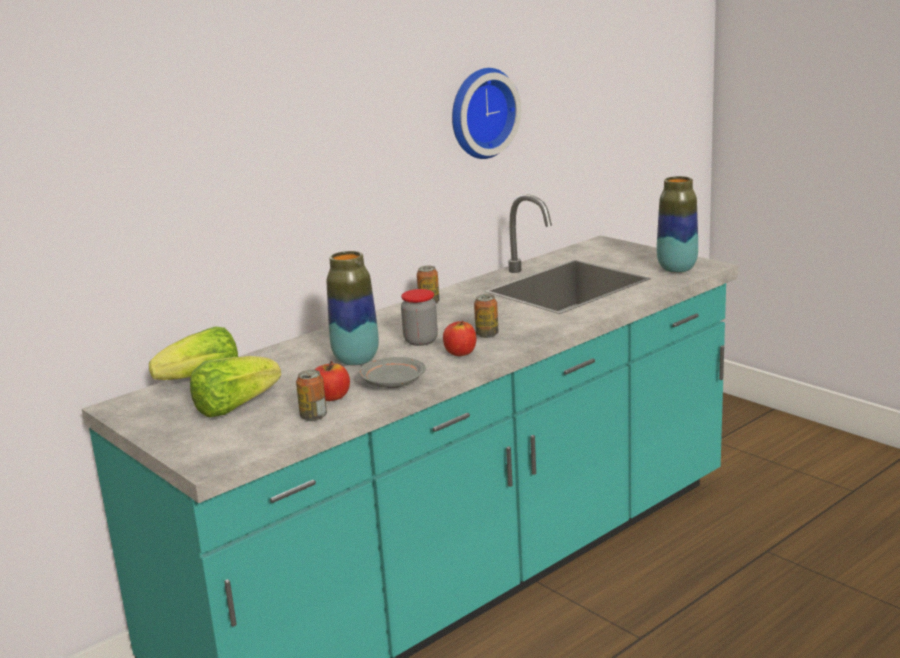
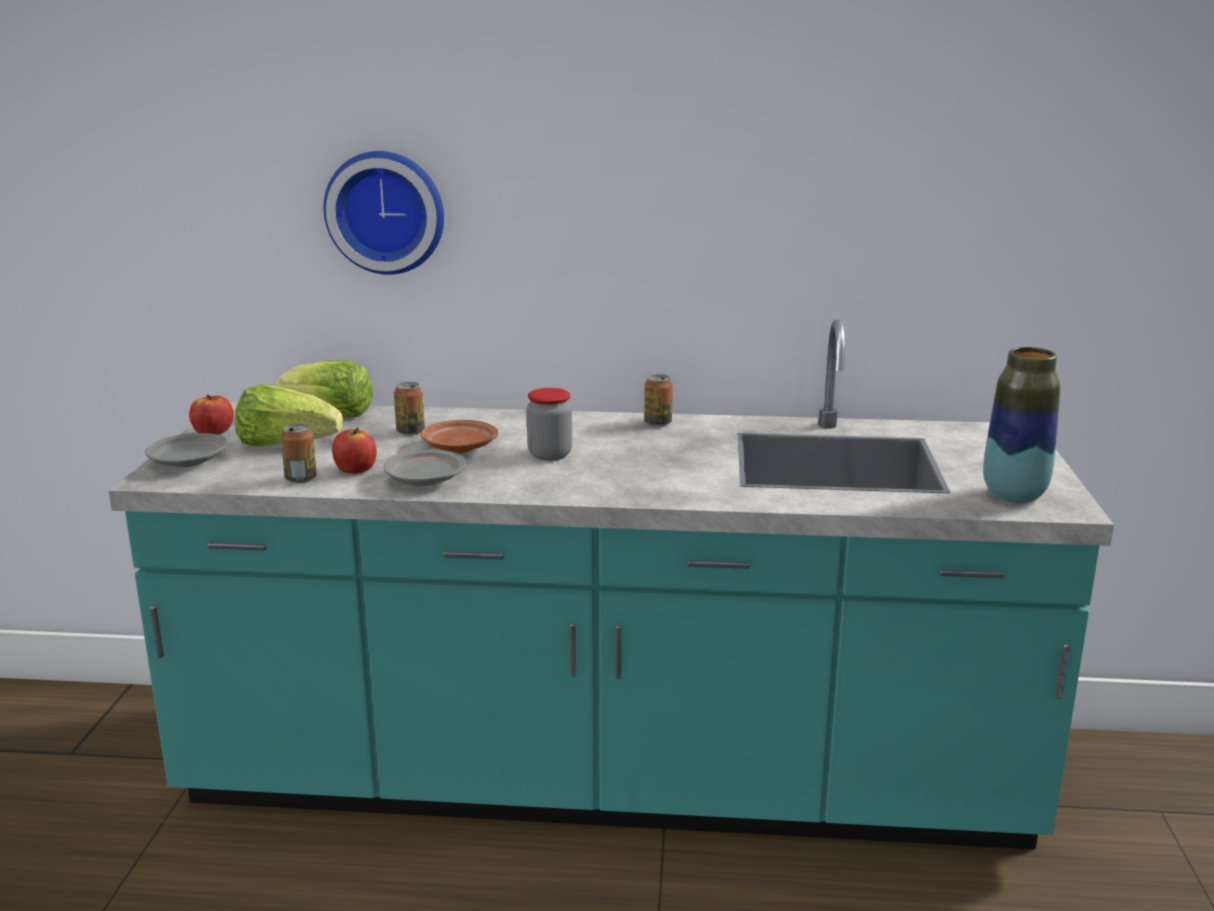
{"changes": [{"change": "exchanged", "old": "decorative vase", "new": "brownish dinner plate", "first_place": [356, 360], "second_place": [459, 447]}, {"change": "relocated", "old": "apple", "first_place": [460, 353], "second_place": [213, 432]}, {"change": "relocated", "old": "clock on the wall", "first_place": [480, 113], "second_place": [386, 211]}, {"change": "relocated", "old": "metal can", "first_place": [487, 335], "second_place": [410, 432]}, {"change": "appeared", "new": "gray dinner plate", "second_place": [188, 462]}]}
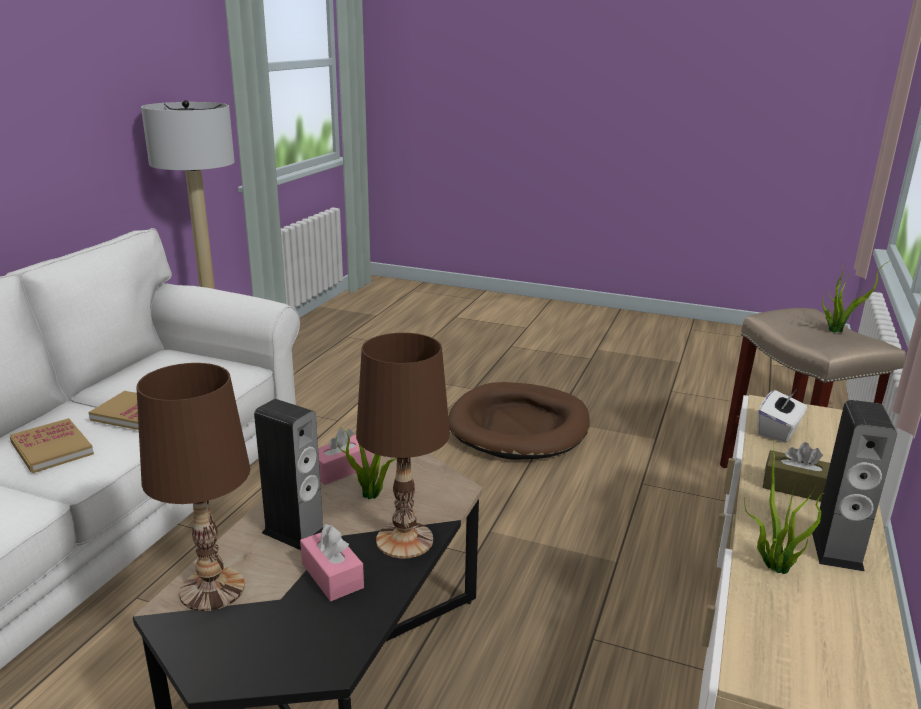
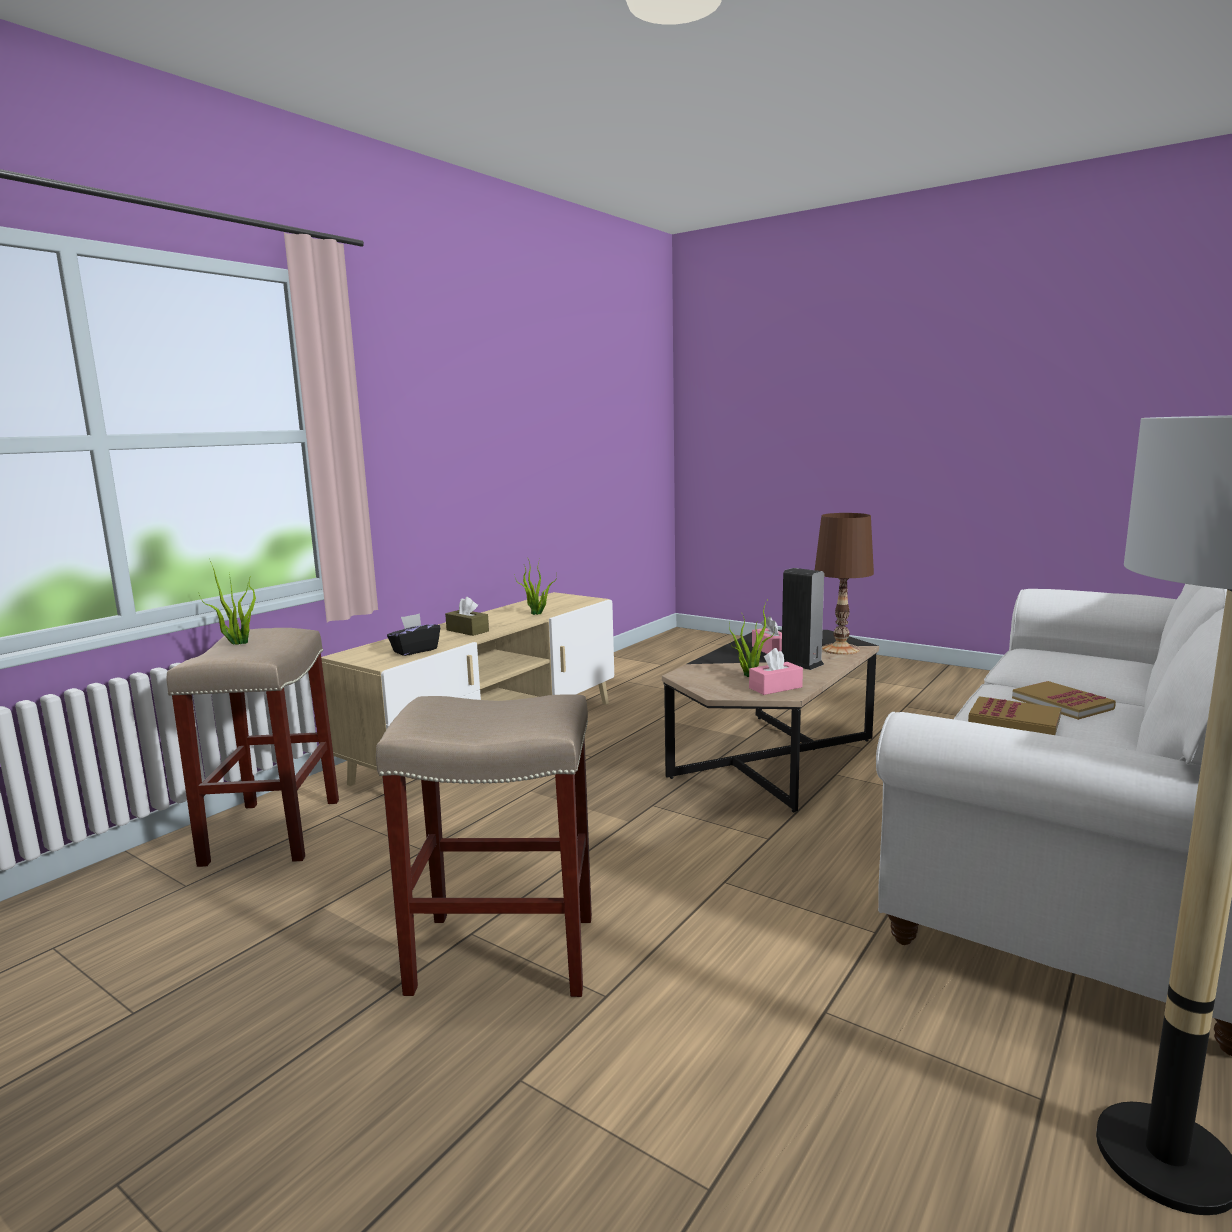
{"changes": [{"change": "missing", "old": "brownish lamp for a table", "first_place": [405, 540]}, {"change": "exchanged", "old": "brownish pet bed", "new": "beige stool seat", "first_place": [519, 426], "second_place": [500, 954]}, {"change": "colour", "old": "whitish box of tissues", "new": "black box of tissues", "first_place": [778, 431], "second_place": [415, 650]}, {"change": "missing", "old": "speaker", "first_place": [836, 549]}]}
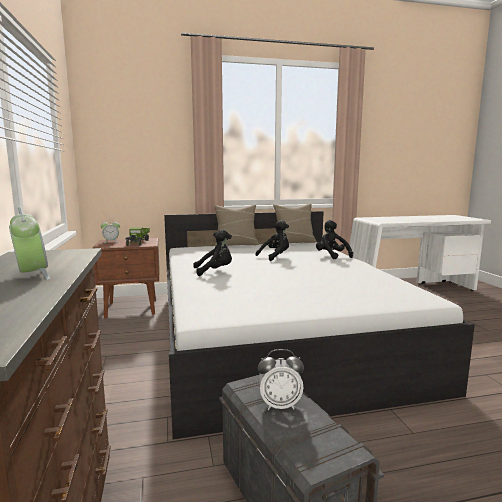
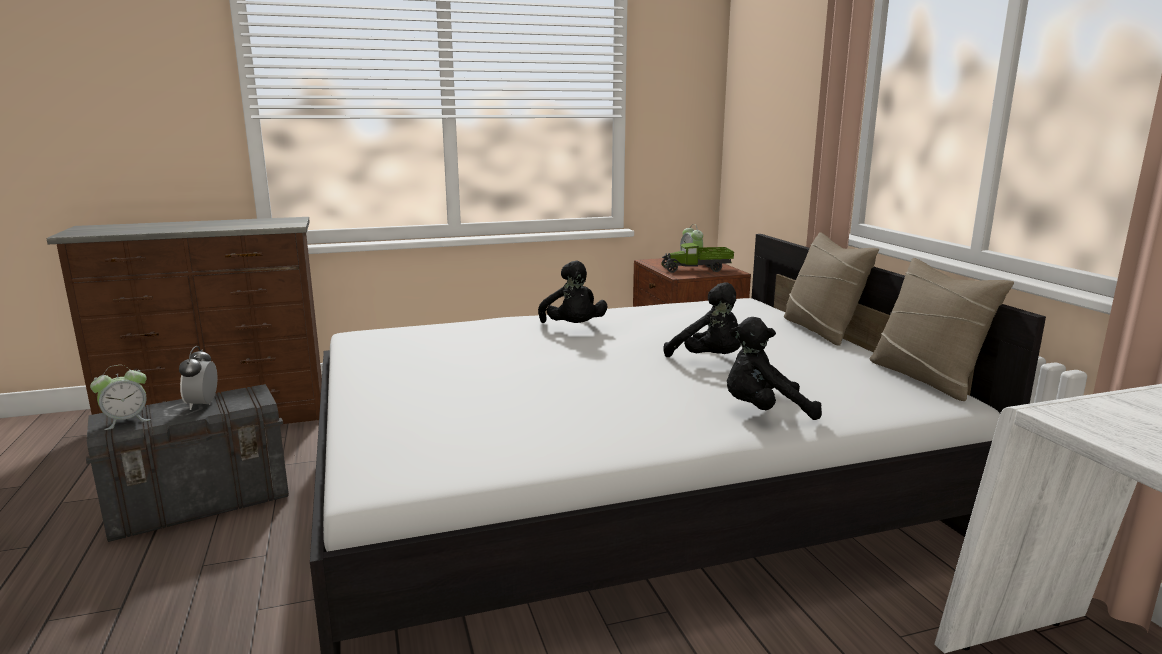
{"changes": [{"change": "relocated", "old": "alarm clock", "first_place": [32, 276], "second_place": [126, 421]}, {"change": "spun", "old": "black soft toy", "first_place": [331, 256], "second_place": [764, 412], "degrees": -150}]}
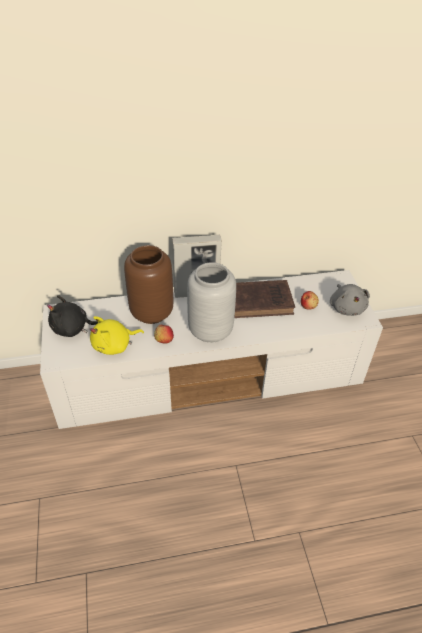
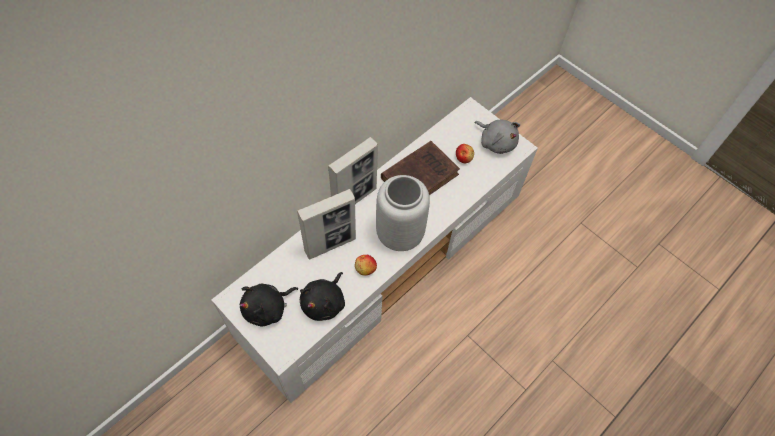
{"changes": [{"change": "colour", "old": "yellow soft toy", "new": "black soft toy", "first_place": [114, 345], "second_place": [324, 302]}, {"change": "exchanged", "old": "brownish decorative vase", "new": "photo frame", "first_place": [152, 312], "second_place": [330, 244]}]}
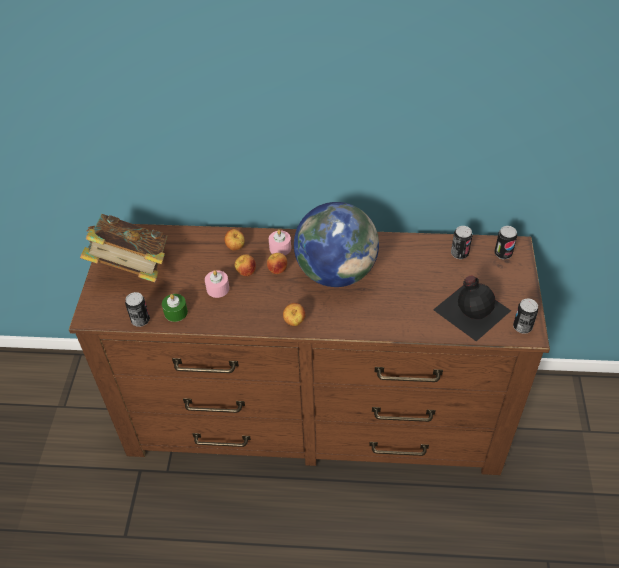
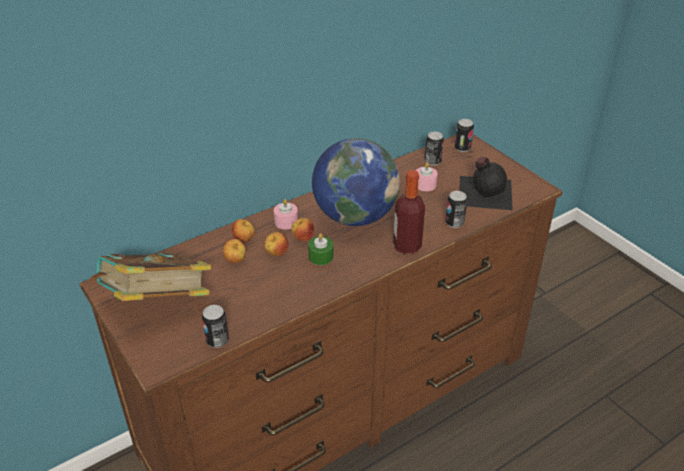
{"changes": [{"change": "relocated", "old": "green wax light", "first_place": [176, 312], "second_place": [321, 257]}, {"change": "relocated", "old": "pink-coloured wax light", "first_place": [217, 288], "second_place": [425, 184]}, {"change": "relocated", "old": "apple", "first_place": [294, 322], "second_place": [235, 261]}, {"change": "relocated", "old": "metal can", "first_place": [522, 327], "second_place": [454, 223]}, {"change": "appeared", "new": "beverage bottle", "second_place": [407, 246]}]}
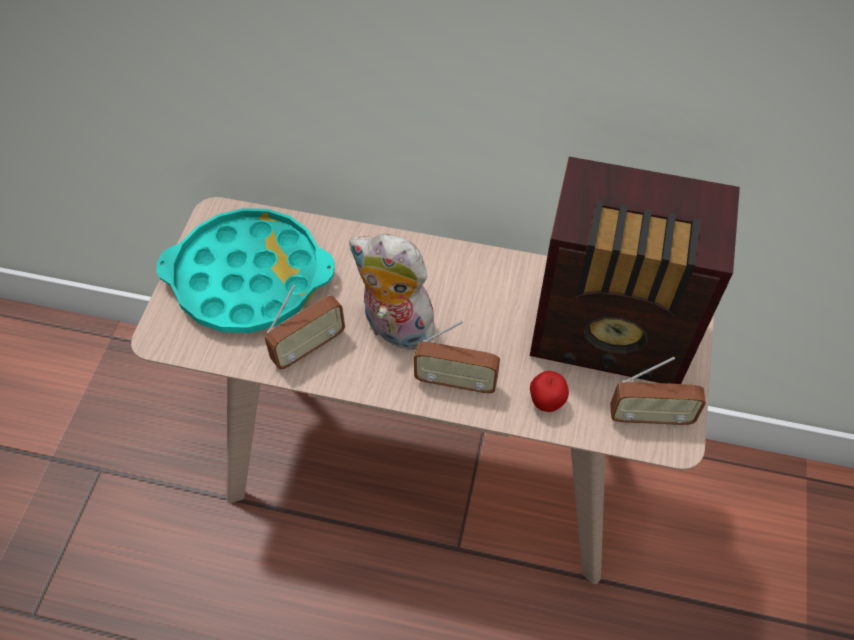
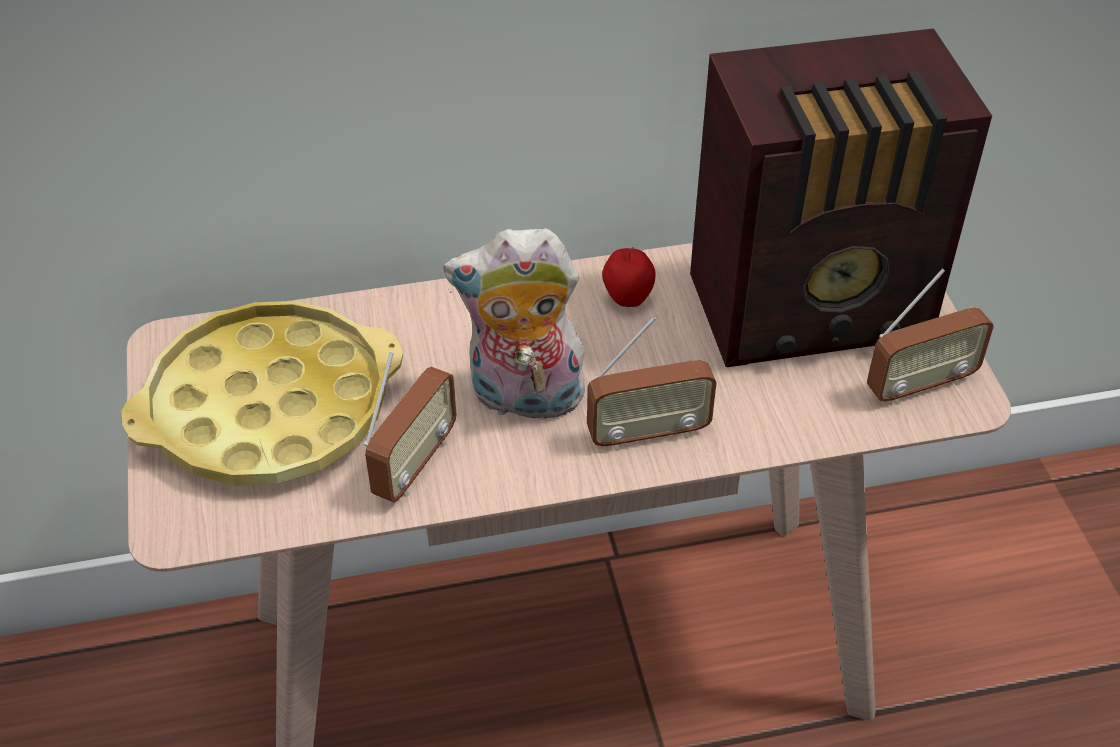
{"changes": [{"change": "colour", "old": "blue-green serving tray", "new": "yellow serving tray", "first_place": [249, 278], "second_place": [269, 407]}, {"change": "relocated", "old": "apple", "first_place": [546, 402], "second_place": [627, 300]}]}
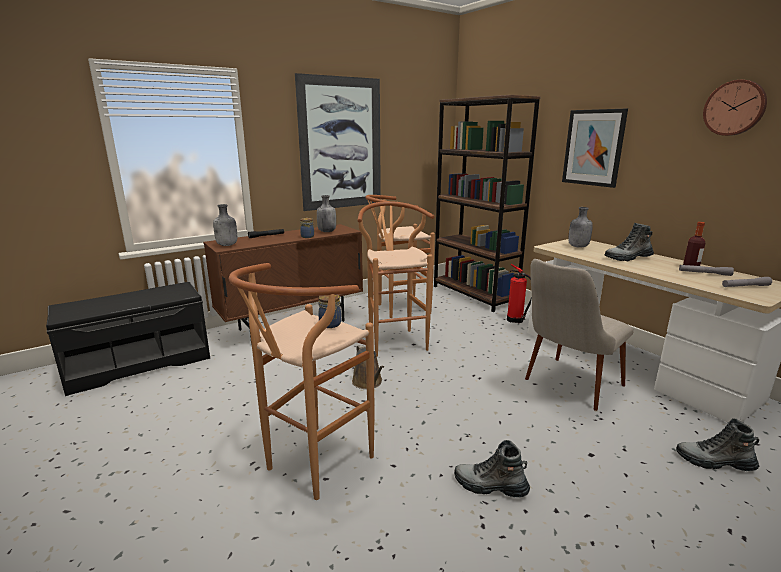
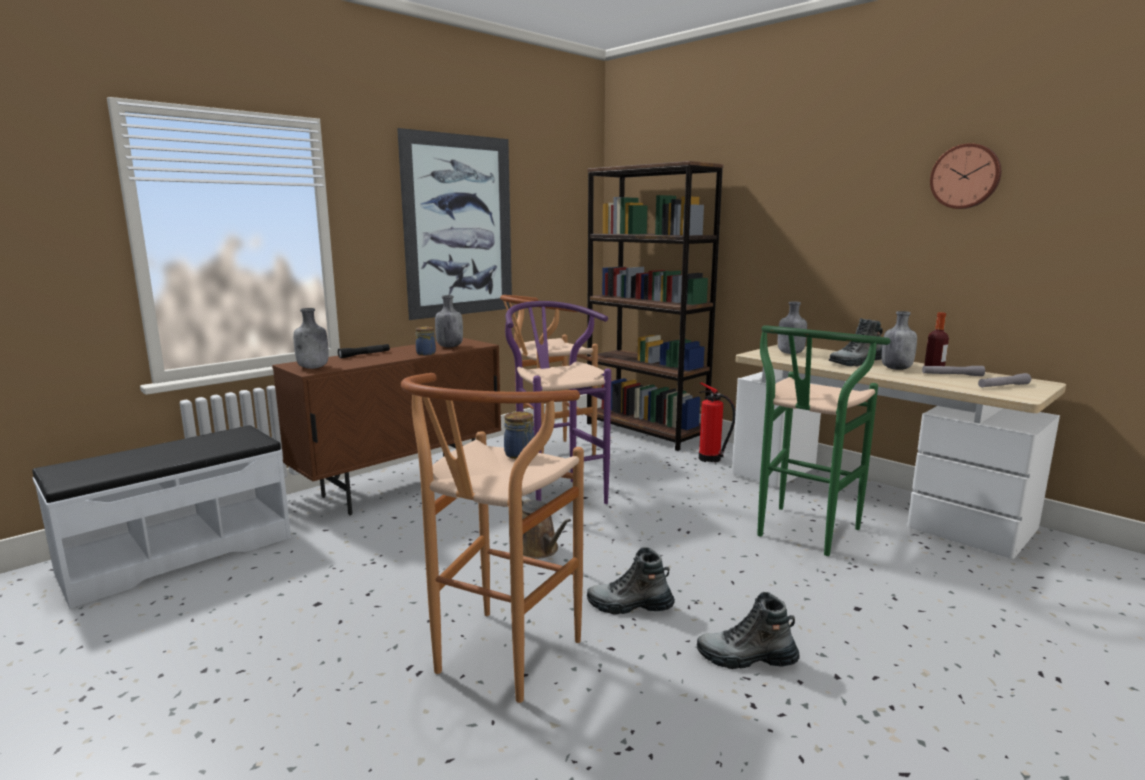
{"changes": [{"change": "colour", "old": "black long seat", "new": "whitish long seat", "first_place": [139, 364], "second_place": [178, 554]}, {"change": "colour", "old": "brownish stool seat", "new": "purple stool seat", "first_place": [394, 339], "second_place": [556, 493]}, {"change": "exchanged", "old": "beige upright chair", "new": "green stool seat", "first_place": [566, 388], "second_place": [801, 535]}, {"change": "missing", "old": "picture", "first_place": [593, 147]}, {"change": "relocated", "old": "high-top boot", "first_place": [714, 462], "second_place": [629, 606]}, {"change": "appeared", "new": "gray beverage bottle", "second_place": [896, 368]}]}
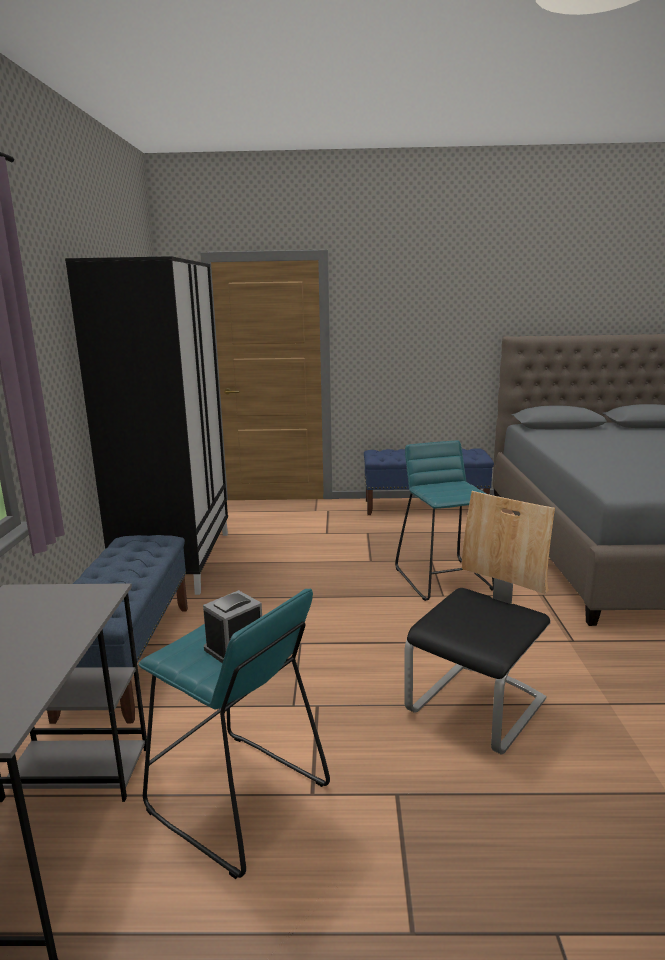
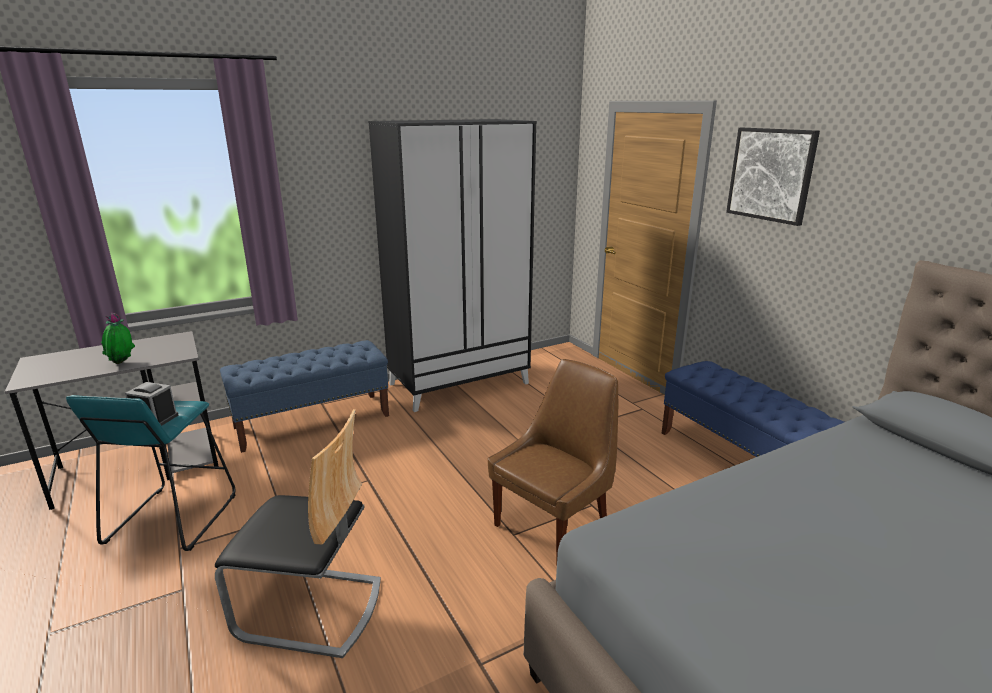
{"changes": [{"change": "exchanged", "old": "blue-green stool seat", "new": "brownish upright chair", "first_place": [444, 579], "second_place": [554, 525]}, {"change": "appeared", "new": "plant in a pot", "second_place": [122, 363]}, {"change": "appeared", "new": "picture", "second_place": [771, 174]}]}
